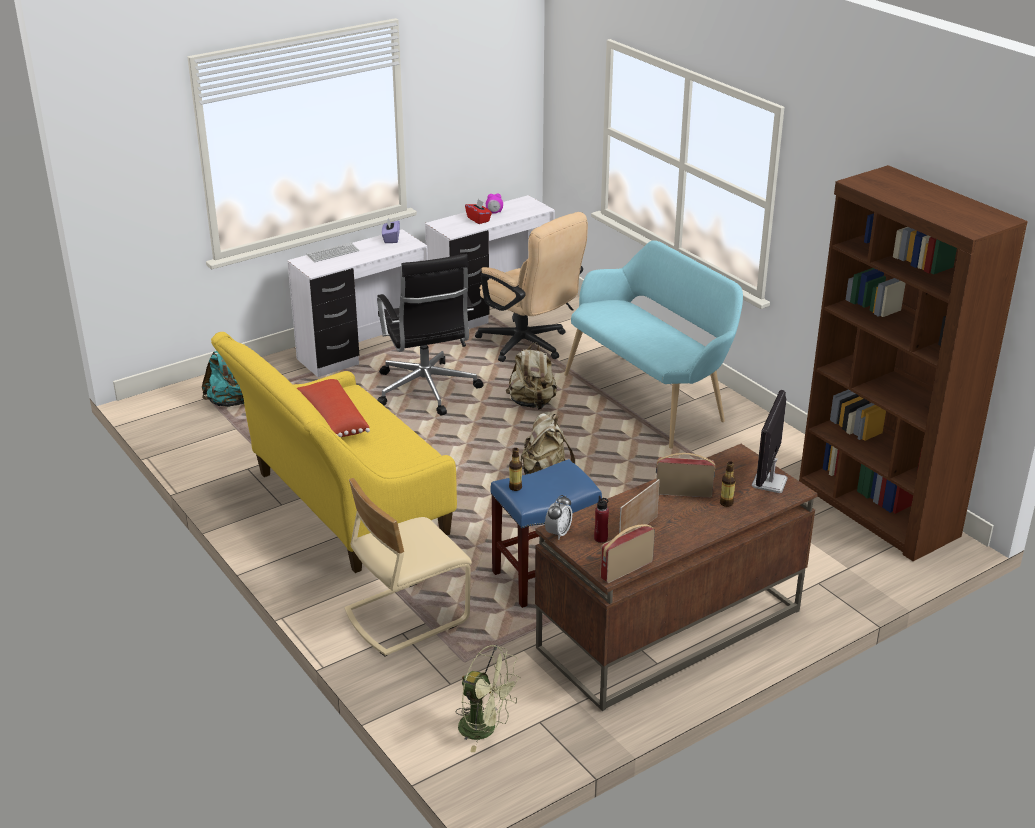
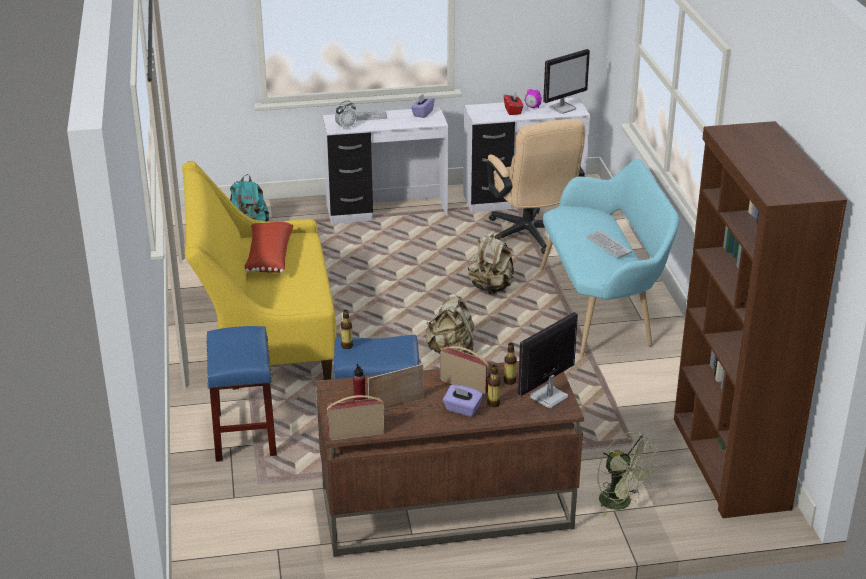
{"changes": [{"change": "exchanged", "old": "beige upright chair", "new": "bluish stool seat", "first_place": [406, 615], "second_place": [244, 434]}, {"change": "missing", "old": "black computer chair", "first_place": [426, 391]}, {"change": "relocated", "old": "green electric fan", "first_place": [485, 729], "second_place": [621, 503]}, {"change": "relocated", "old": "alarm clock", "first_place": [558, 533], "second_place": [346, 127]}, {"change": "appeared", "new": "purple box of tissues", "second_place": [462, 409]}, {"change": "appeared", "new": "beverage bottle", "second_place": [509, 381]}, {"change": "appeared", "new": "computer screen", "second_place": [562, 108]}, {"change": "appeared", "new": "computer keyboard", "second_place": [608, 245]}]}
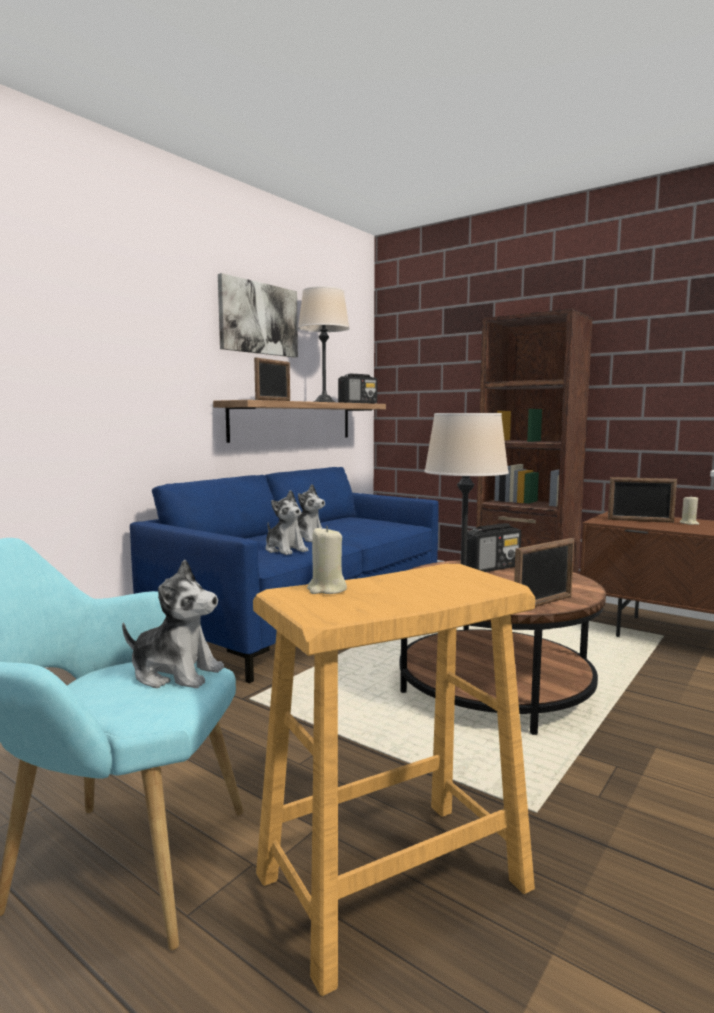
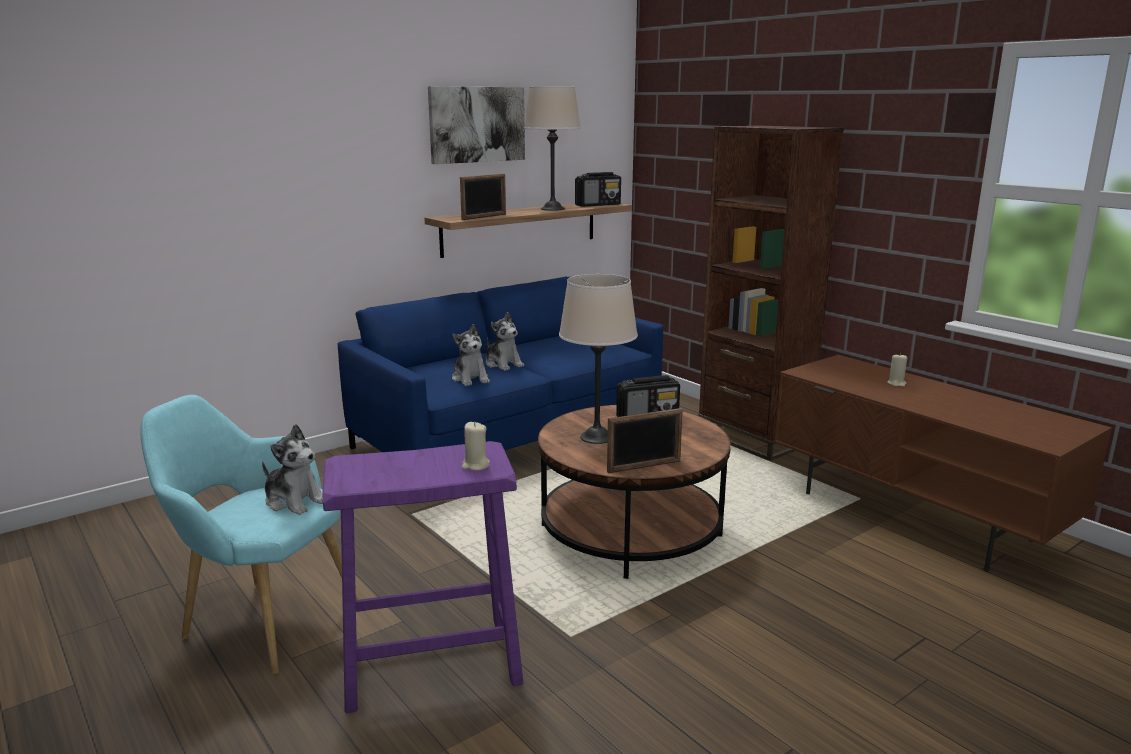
{"changes": [{"change": "colour", "old": "beige stool seat", "new": "purple stool seat", "first_place": [394, 881], "second_place": [432, 662]}, {"change": "relocated", "old": "beige wax light", "first_place": [326, 589], "second_place": [475, 465]}, {"change": "missing", "old": "photo frame", "first_place": [640, 521]}]}
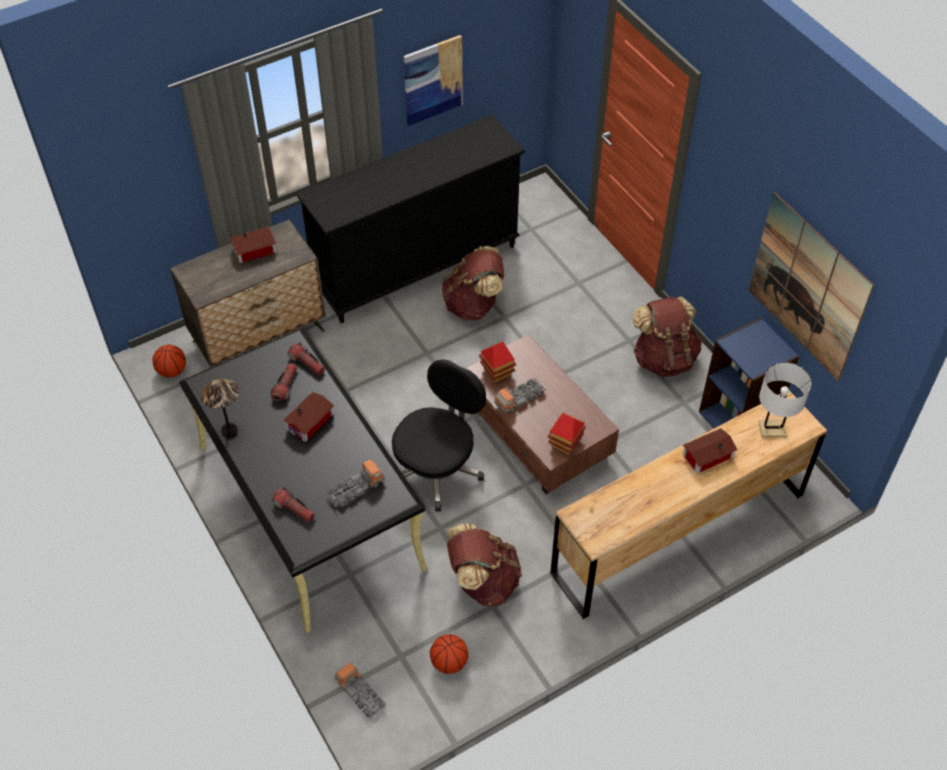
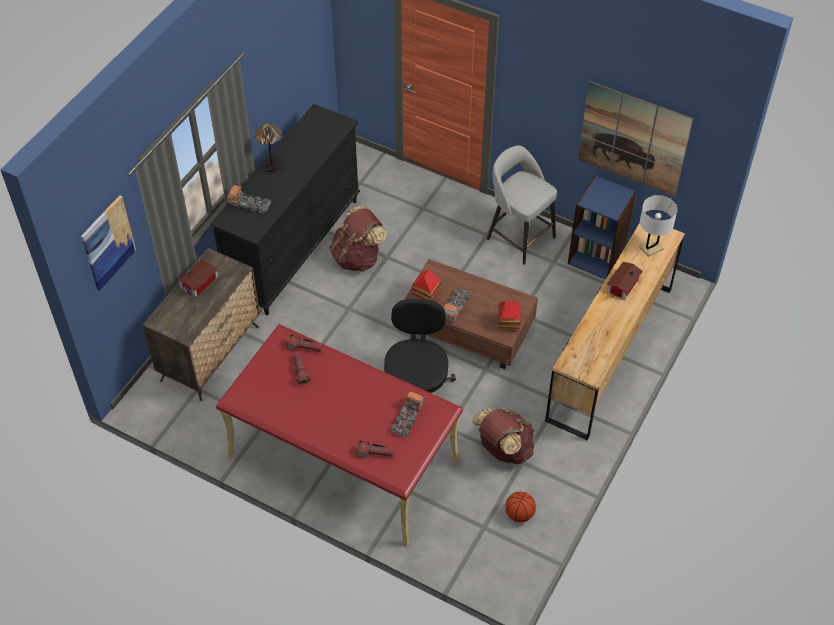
{"changes": [{"change": "missing", "old": "ball for basketball", "first_place": [172, 371]}, {"change": "colour", "old": "black desk", "new": "red-coloured desk", "first_place": [309, 506], "second_place": [342, 458]}, {"change": "relocated", "old": "lamp for a table", "first_place": [229, 431], "second_place": [271, 167]}, {"change": "missing", "old": "model house", "first_place": [312, 421]}, {"change": "relocated", "old": "model truck", "first_place": [360, 694], "second_place": [249, 205]}, {"change": "relocated", "old": "picture", "first_place": [433, 80], "second_place": [108, 242]}, {"change": "exchanged", "old": "brownish knapsack", "new": "gray stool seat", "first_place": [664, 358], "second_place": [519, 237]}]}
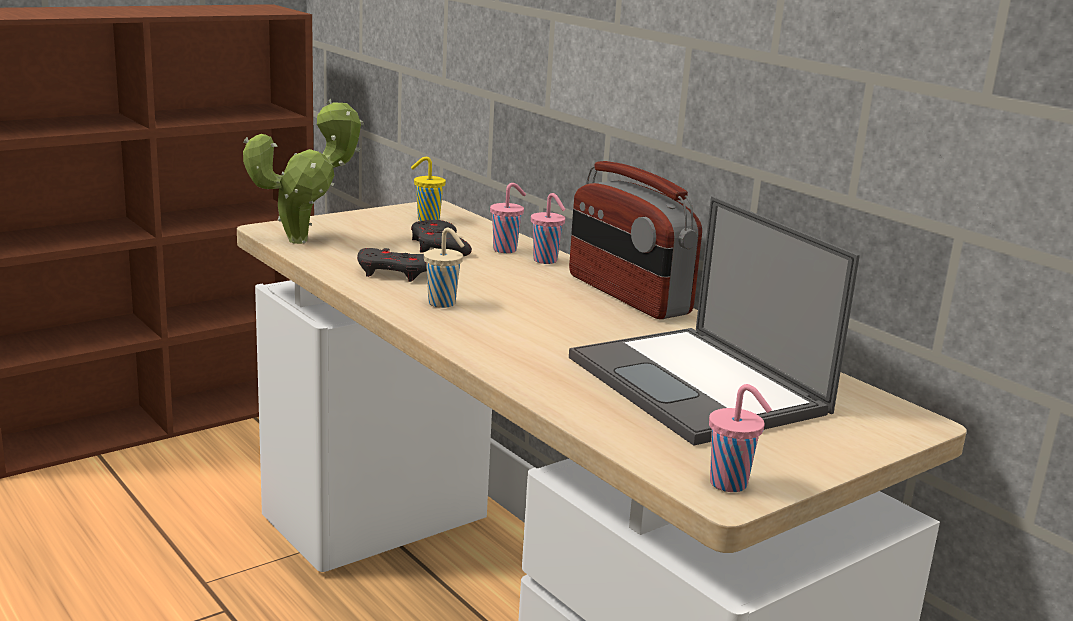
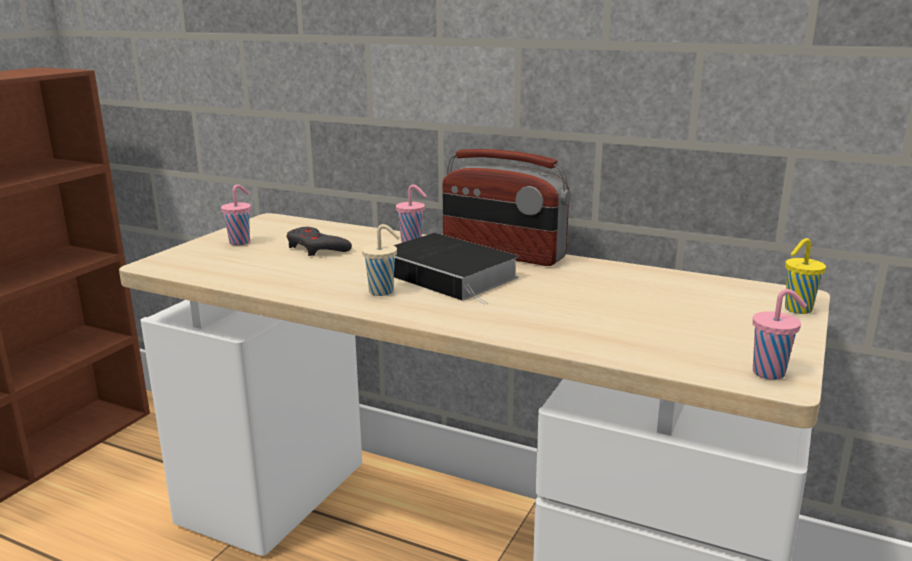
{"changes": [{"change": "missing", "old": "plant in a pot", "first_place": [305, 240]}, {"change": "missing", "old": "gray gamepad", "first_place": [396, 272]}, {"change": "relocated", "old": "yellow drinking cup", "first_place": [427, 219], "second_place": [797, 310]}, {"change": "relocated", "old": "pink-coloured drinking cup", "first_place": [506, 250], "second_place": [240, 242]}, {"change": "missing", "old": "laptop", "first_place": [699, 386]}, {"change": "appeared", "new": "bound book", "second_place": [451, 275]}]}
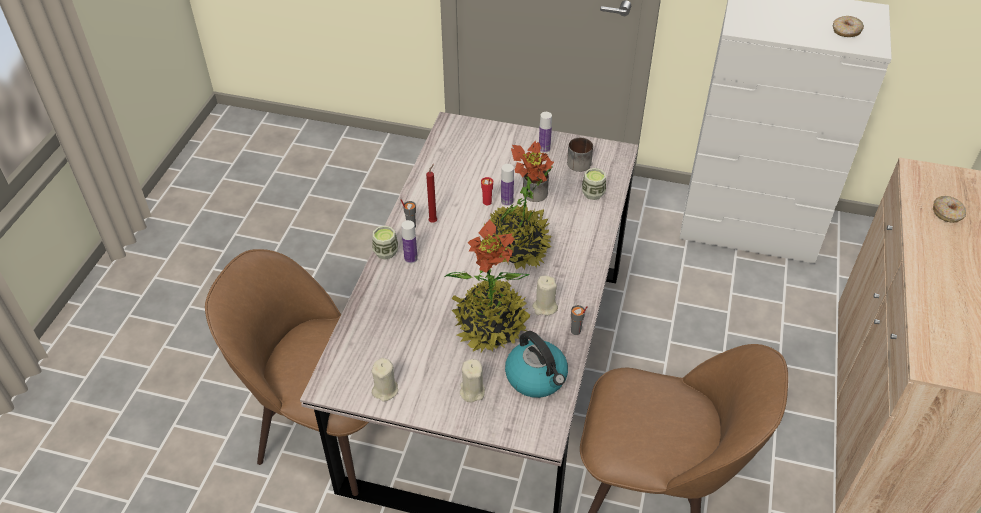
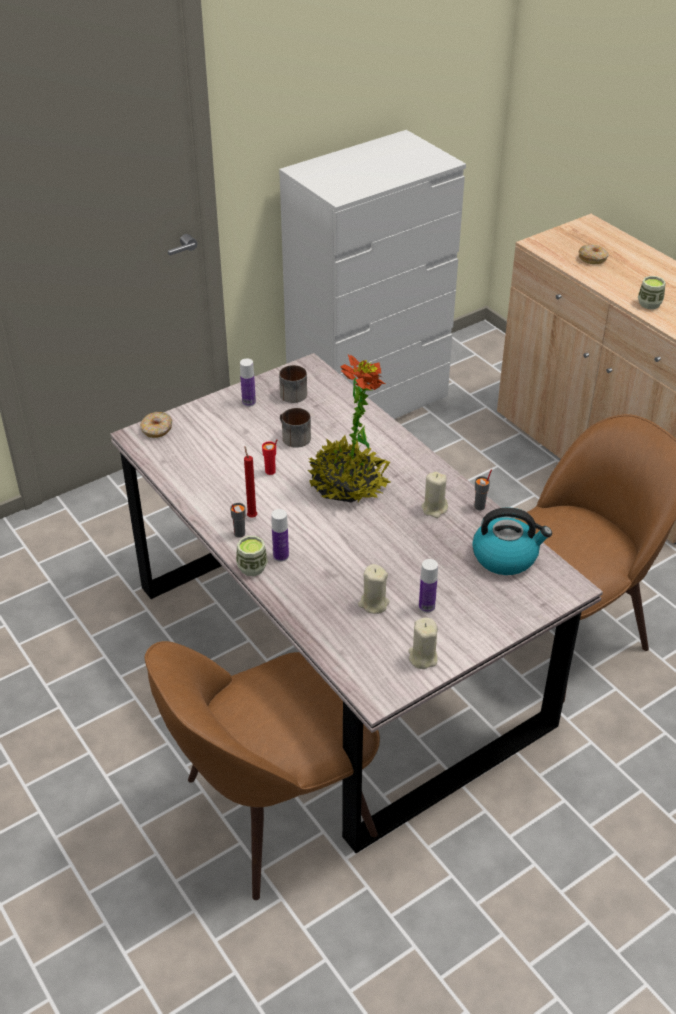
{"changes": [{"change": "missing", "old": "plant in a pot", "first_place": [490, 325]}, {"change": "relocated", "old": "beige wax light", "first_place": [472, 391], "second_place": [373, 604]}, {"change": "relocated", "old": "beverage bottle", "first_place": [507, 201], "second_place": [426, 606]}, {"change": "relocated", "old": "drinking cup", "first_place": [593, 193], "second_place": [649, 304]}, {"change": "relocated", "old": "doughnut", "first_place": [846, 31], "second_place": [157, 430]}]}
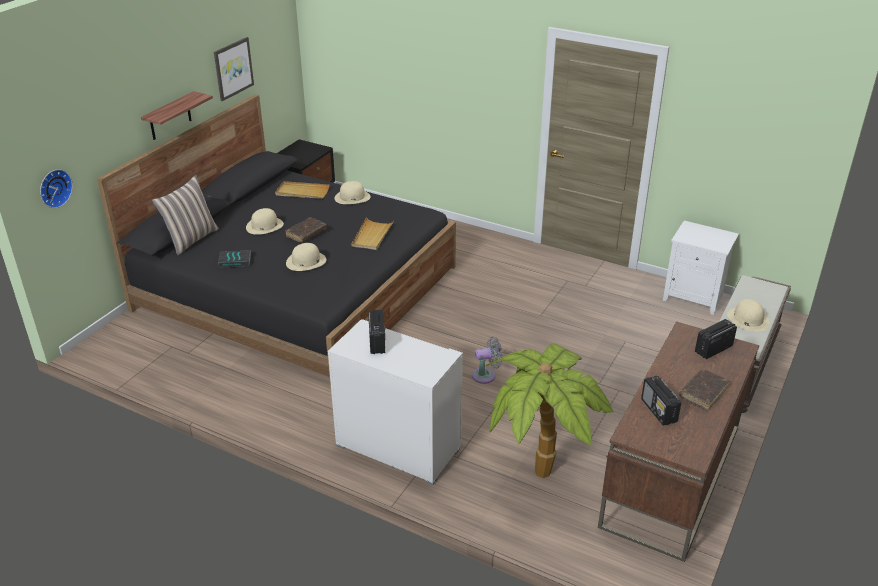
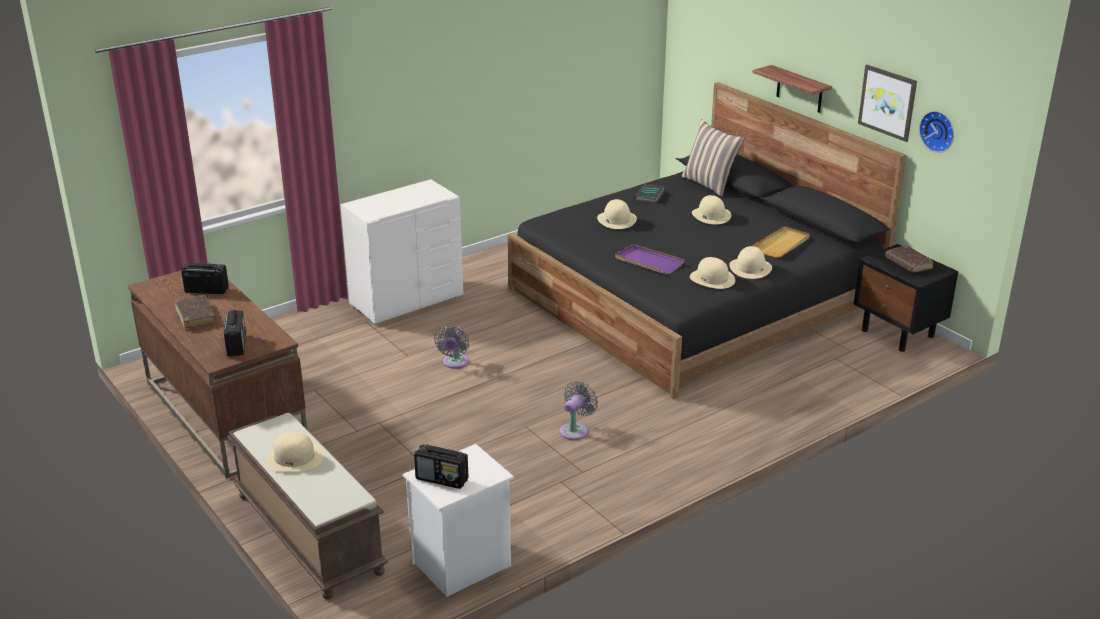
{"changes": [{"change": "relocated", "old": "clock on the wall", "first_place": [54, 188], "second_place": [938, 131]}, {"change": "relocated", "old": "brownish bound book", "first_place": [306, 234], "second_place": [908, 264]}, {"change": "colour", "old": "beige serving tray", "new": "purple serving tray", "first_place": [372, 236], "second_place": [648, 262]}, {"change": "relocated", "old": "radio", "first_place": [377, 341], "second_place": [442, 479]}, {"change": "missing", "old": "plant in a pot", "first_place": [537, 476]}, {"change": "appeared", "new": "gray electric fan", "second_place": [575, 430]}, {"change": "appeared", "new": "beige wearable hat", "second_place": [712, 278]}]}
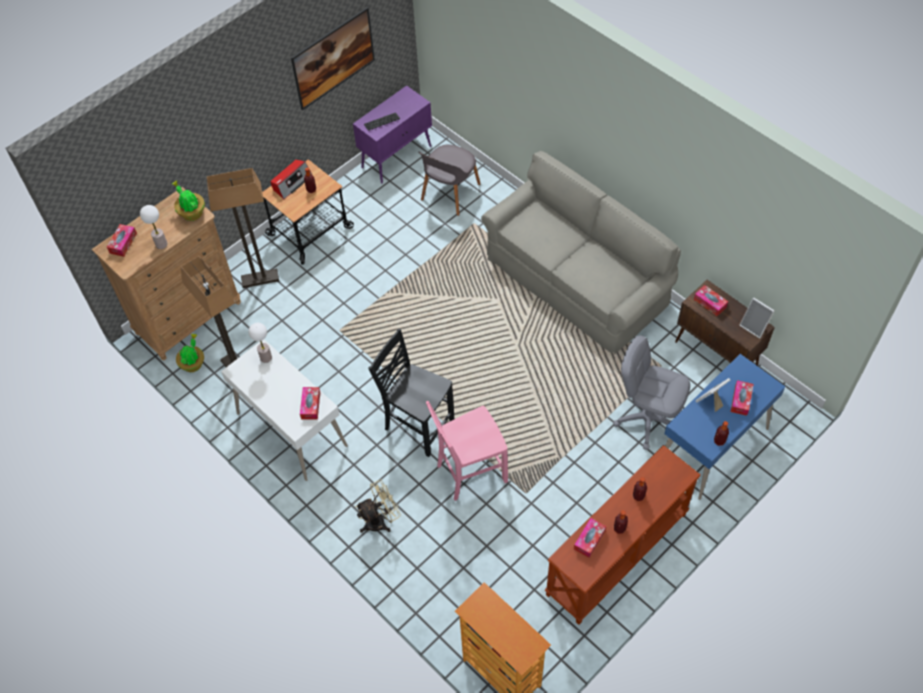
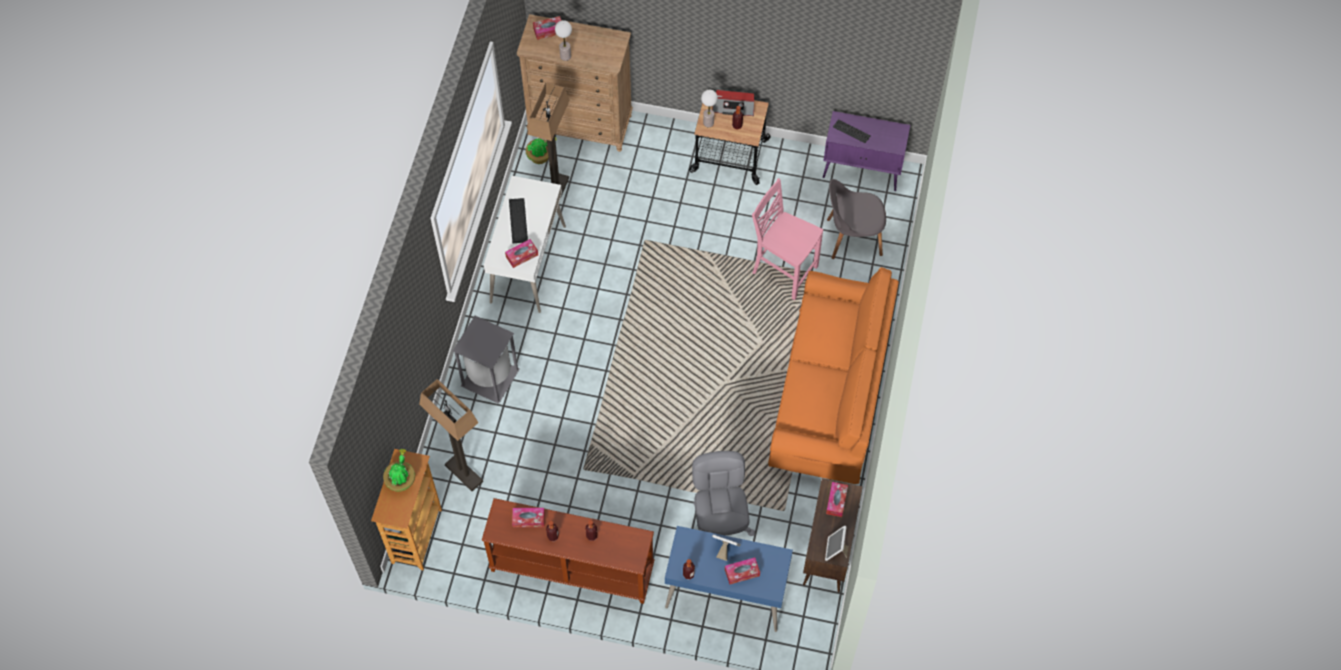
{"changes": [{"change": "relocated", "old": "plant in a pot", "first_place": [191, 212], "second_place": [401, 480]}, {"change": "relocated", "old": "standard lamp", "first_place": [260, 279], "second_place": [463, 473]}, {"change": "relocated", "old": "lamp for a table", "first_place": [266, 357], "second_place": [708, 123]}, {"change": "missing", "old": "picture", "first_place": [335, 71]}, {"change": "exchanged", "old": "beige electric fan", "new": "gray rubbish bin", "first_place": [380, 520], "second_place": [490, 376]}, {"change": "missing", "old": "black upright chair", "first_place": [418, 425]}, {"change": "relocated", "old": "pink-coloured upright chair", "first_place": [470, 472], "second_place": [783, 270]}, {"change": "colour", "old": "gray couch", "new": "orangey couch", "first_place": [576, 280], "second_place": [829, 393]}, {"change": "appeared", "new": "computer keyboard", "second_place": [517, 220]}]}
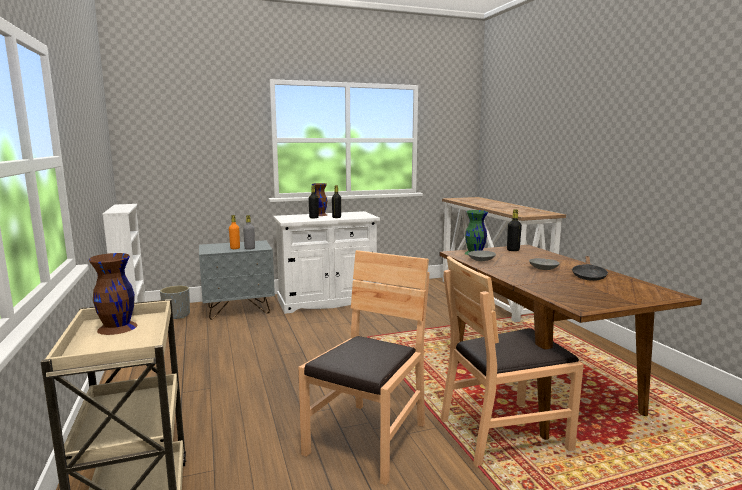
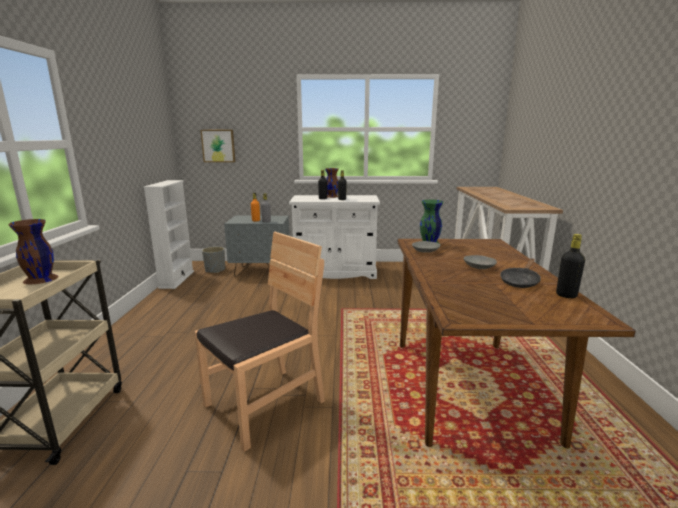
{"changes": [{"change": "missing", "old": "brownish upright chair", "first_place": [503, 433]}, {"change": "relocated", "old": "black beverage bottle", "first_place": [513, 250], "second_place": [566, 295]}, {"change": "appeared", "new": "picture", "second_place": [218, 146]}]}
